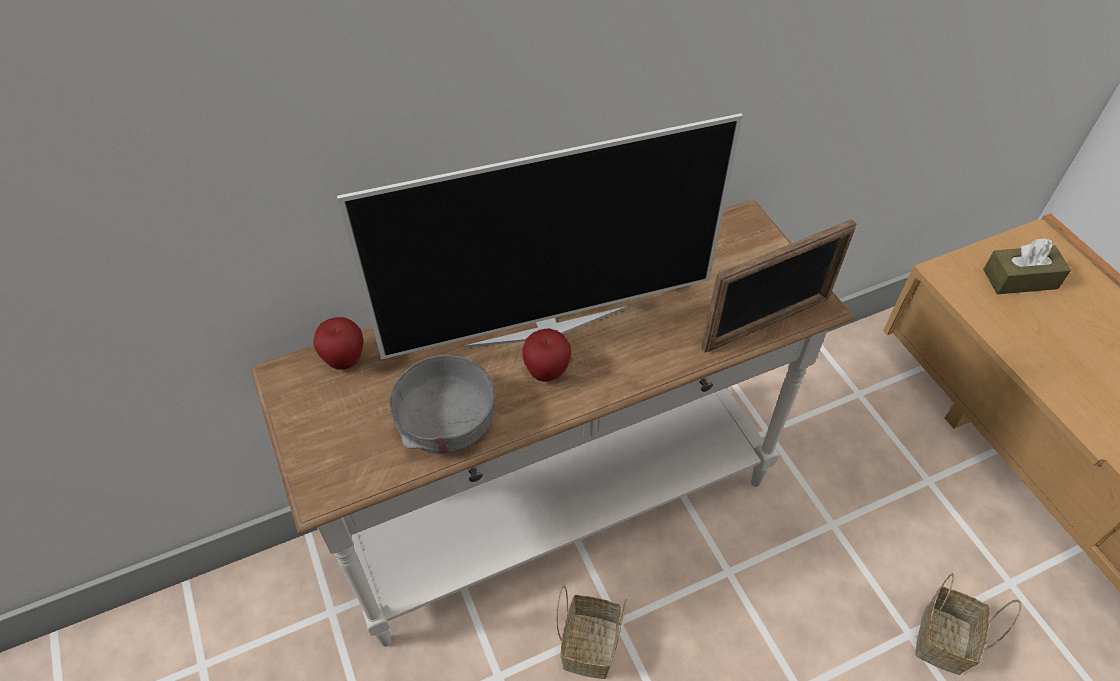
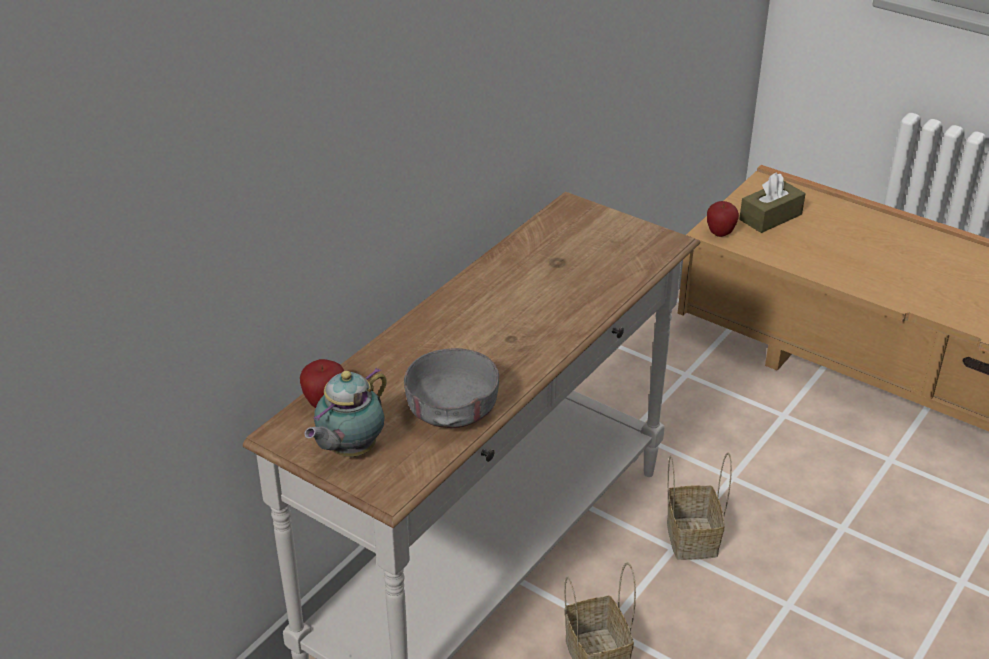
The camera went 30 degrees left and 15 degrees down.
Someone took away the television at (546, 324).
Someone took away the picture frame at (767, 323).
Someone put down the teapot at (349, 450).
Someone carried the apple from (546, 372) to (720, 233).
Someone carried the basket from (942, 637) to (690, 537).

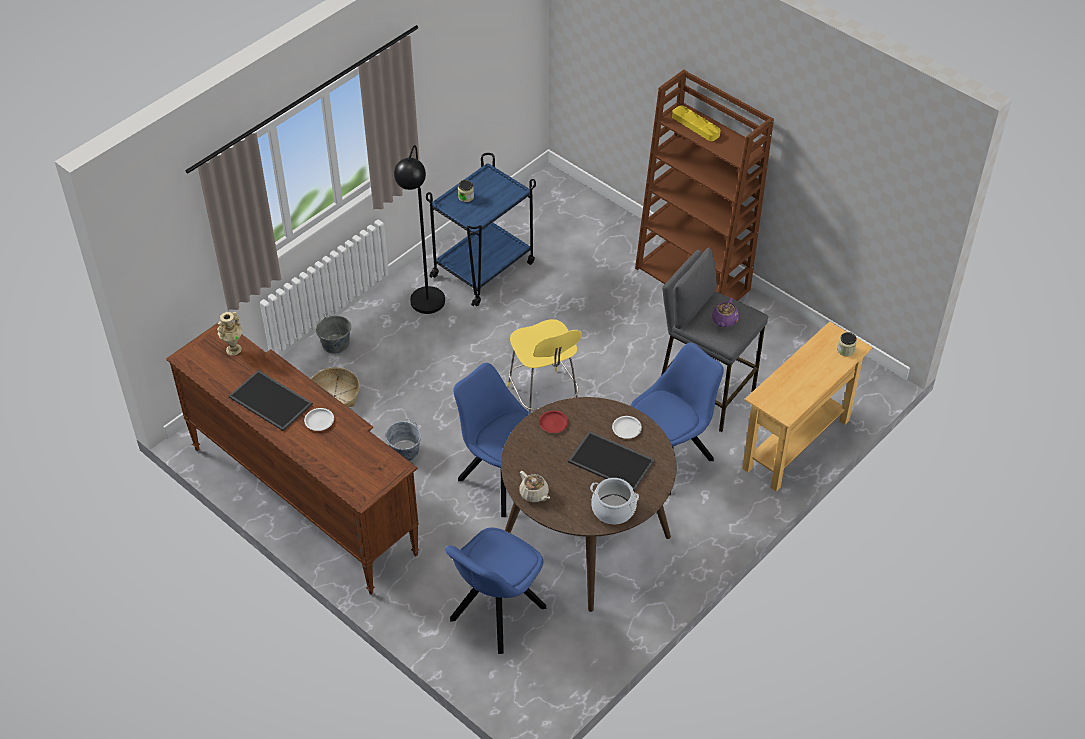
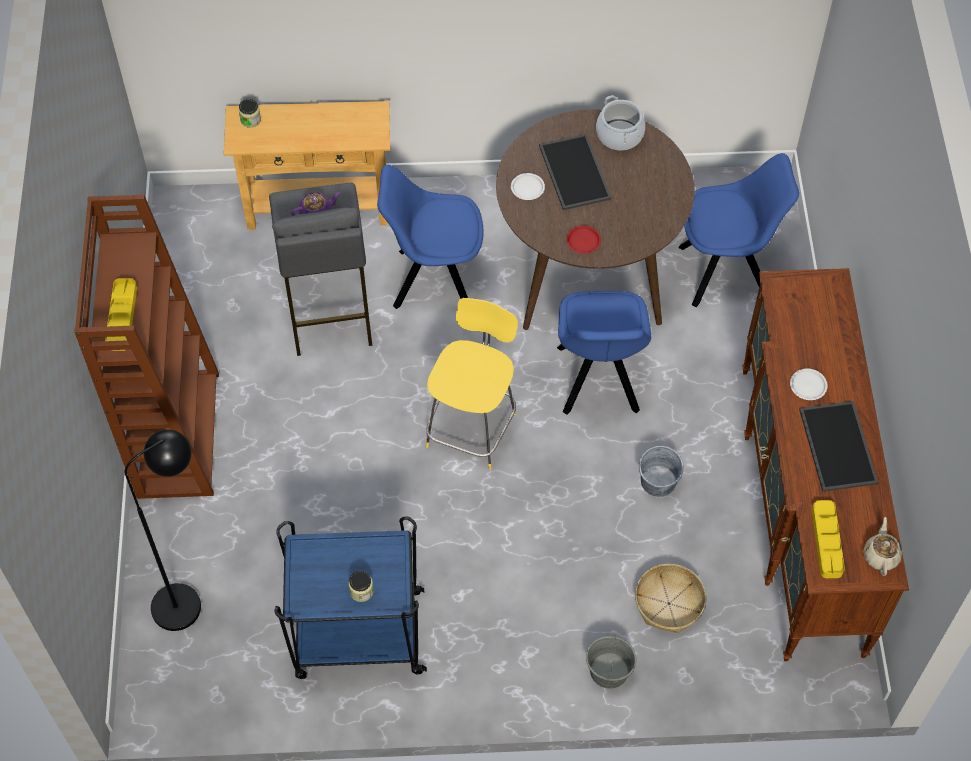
The camera went 135 degrees left and 10 degrees up.
Someone carried the black floor lamp from (425, 309) to (190, 599).
Someone carried the beige teapot from (534, 494) to (880, 555).
Someone swapped the beige vase at (233, 349) for the yellow tray at (827, 541).

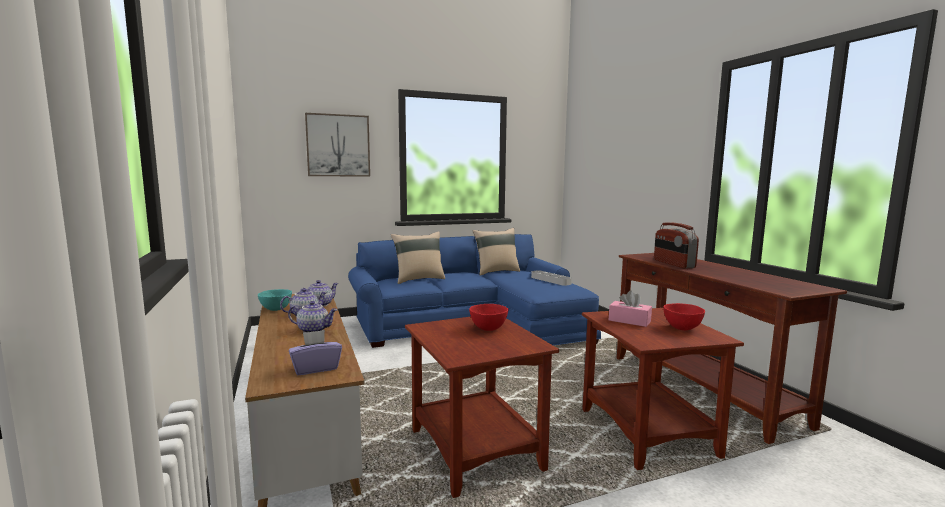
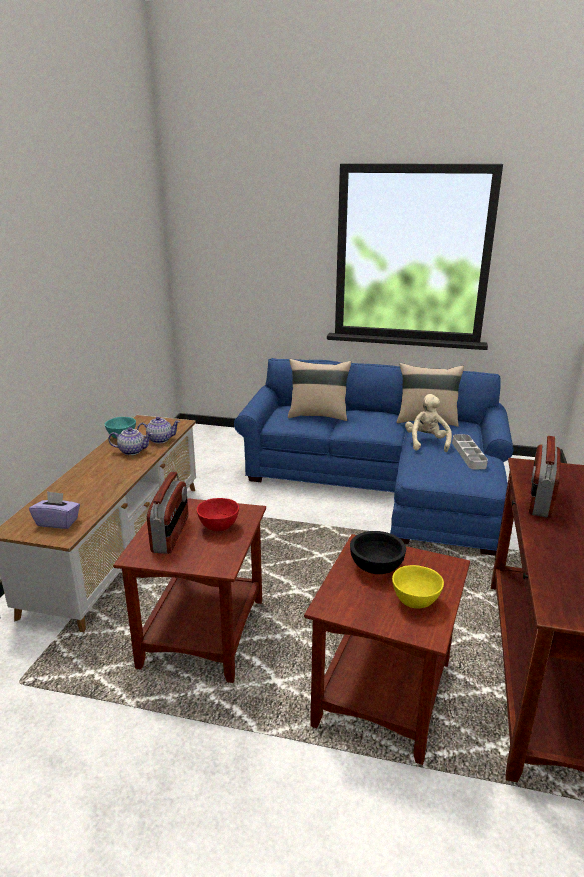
The camera went 35 degrees right and 15 degrees up.
Someone took away the teapot at (314, 330).
Someone took away the picture at (338, 145).
Someone put down the radio at (171, 534).
Someone put down the beige plush toy at (426, 442).
Someone swapped the pink tissue box at (629, 321) for the black bowl at (376, 567).
Someone repainted the red bowl at (682, 328), which became the yellow bowl at (416, 601).

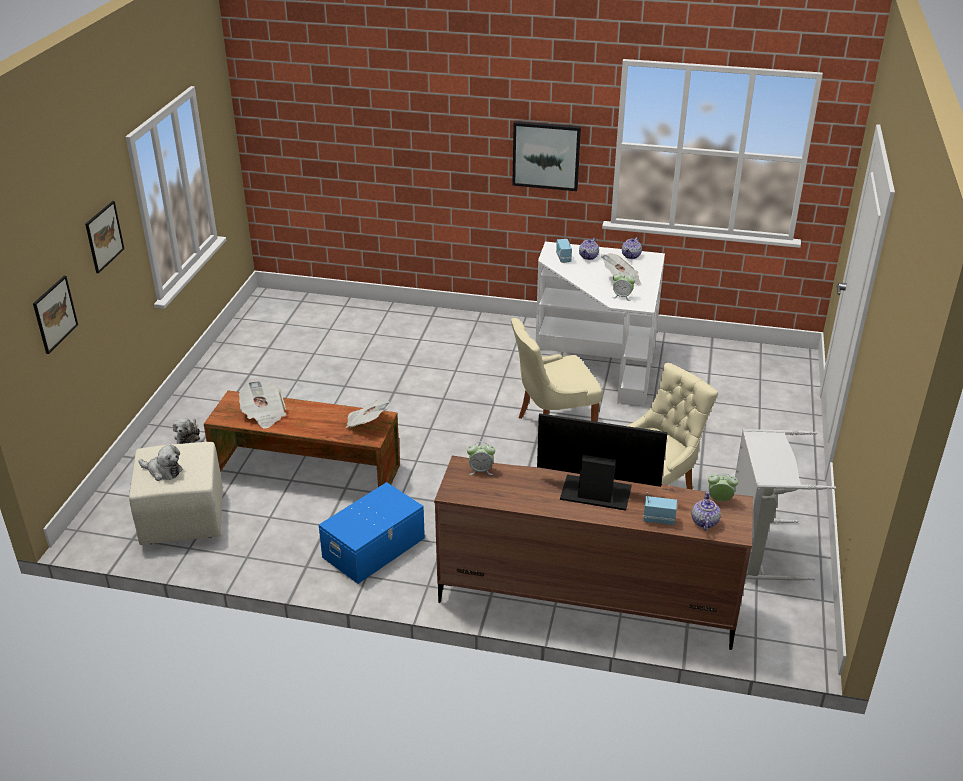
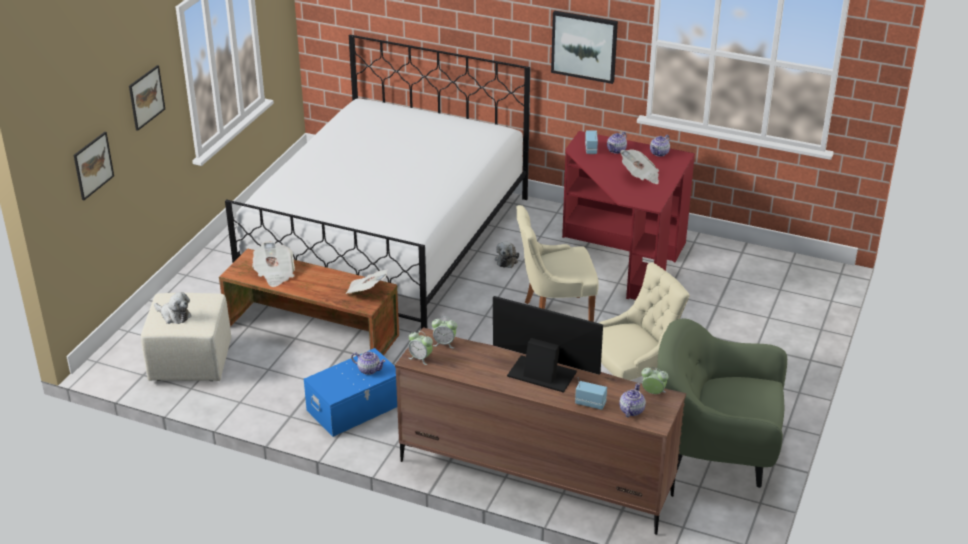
The camera went 10 degrees right and 0 degrees up.
Someone put down the white bed at (389, 240).
Someone put down the teapot at (369, 369).
Someone carried the plush toy from (188, 437) to (507, 260).
Someone carried the alarm clock from (622, 297) to (420, 358).
Someone swapped the grey laundry basket at (757, 549) for the green armchair at (714, 450).
Someone repainted the white desk at (600, 362), which became the red desk at (623, 256).

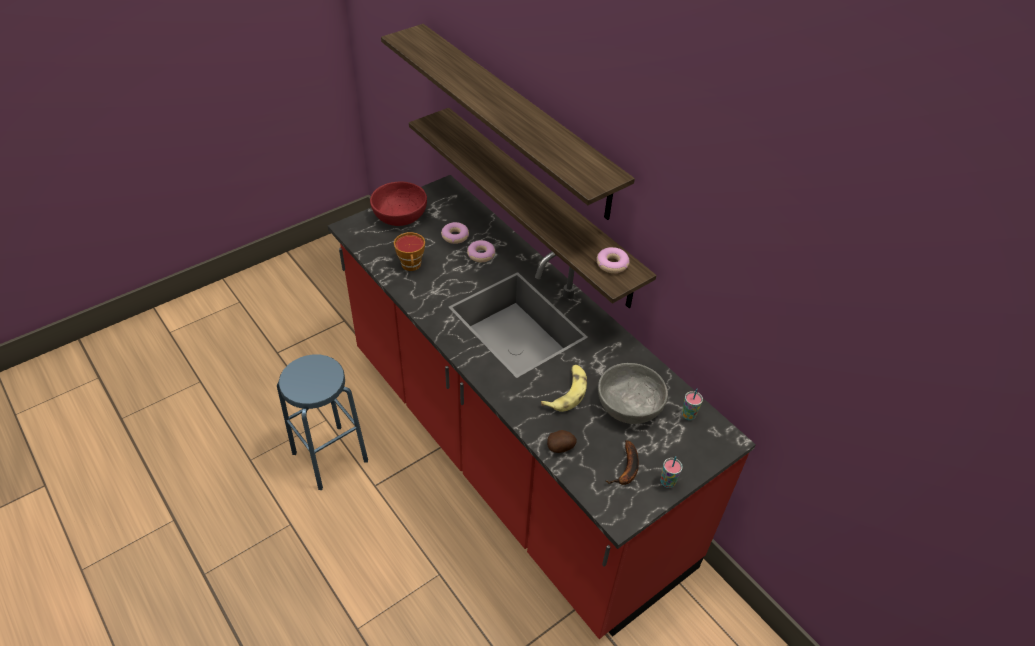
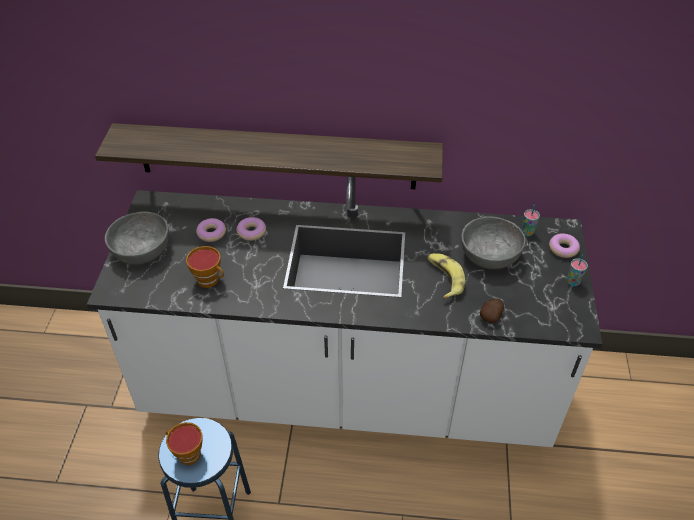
The camera went 45 degrees left and 0 degrees up.
Someone took away the shelf at (516, 119).
Someone took away the banana at (627, 469).
Someone put down the cup at (186, 453).
Someone carried the donut from (612, 264) to (563, 249).
Someone repainted the red counter at (510, 455), which became the white counter at (347, 390).
Someone repainted the red bowl at (399, 215), which became the grey bowl at (141, 250).

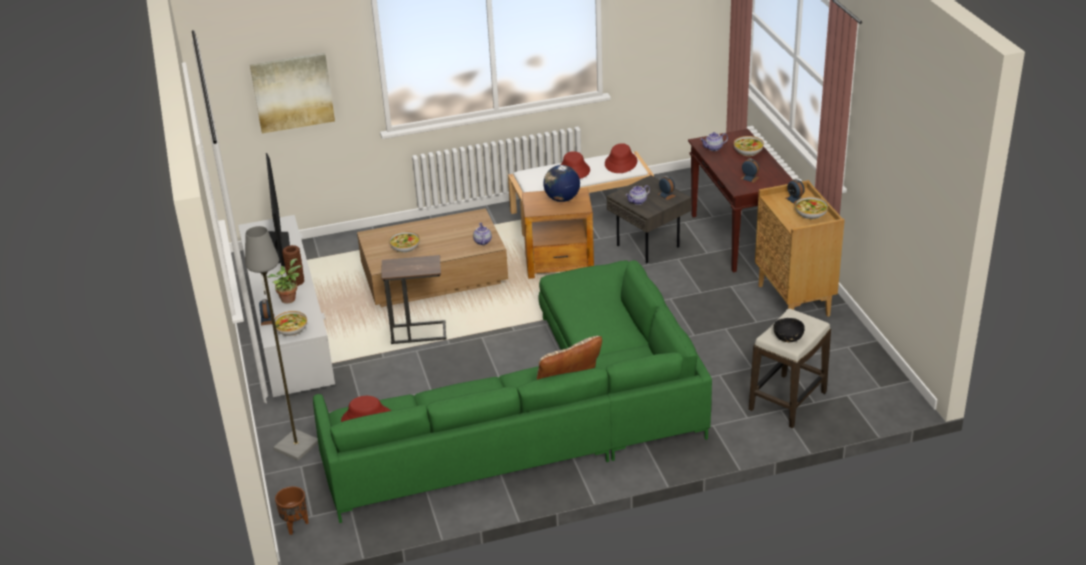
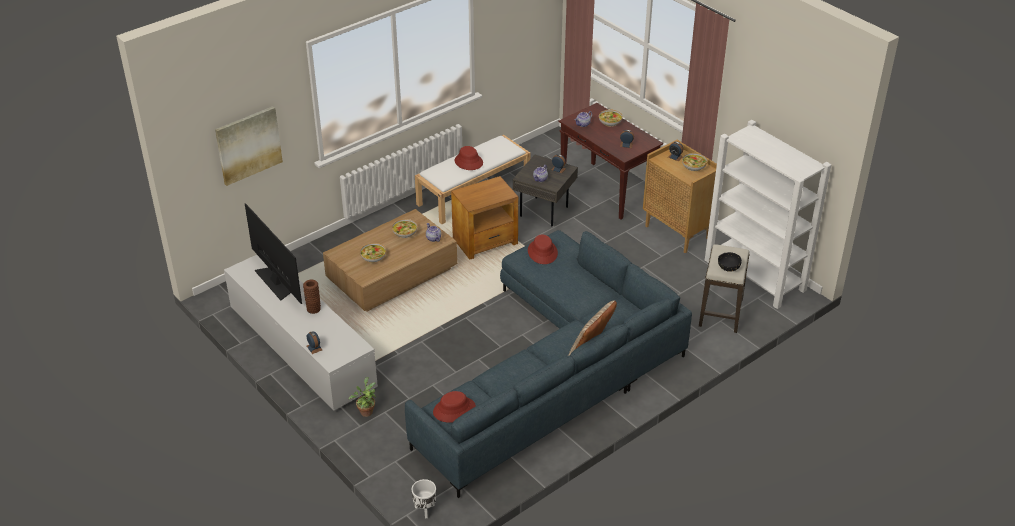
The camera went 25 degrees left and 5 degrees up.
Someone took away the grey floor lamp at (297, 446).
Someone took away the brown side table at (418, 333).
Someone took away the globe at (562, 199).
Someone put down the white bookcase at (755, 275).
Someone carried the potted plant from (288, 298) to (366, 411).
Someone carried the bowl from (291, 329) to (404, 232).
Someone carried the red hat from (621, 163) to (542, 252).
Someone repainted the brown planter at (295, 525), which became the white planter at (425, 510).
Someone repainted the green sofa at (543, 416), which became the blue sofa at (555, 369).

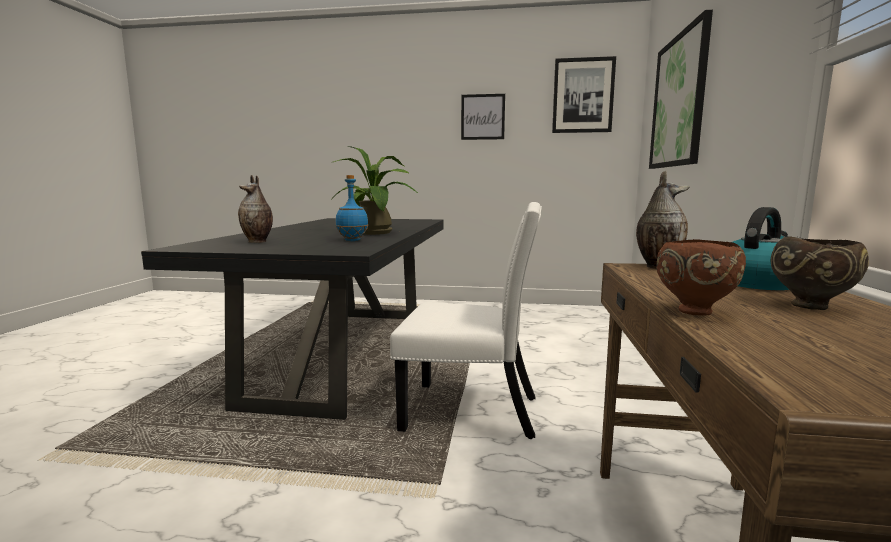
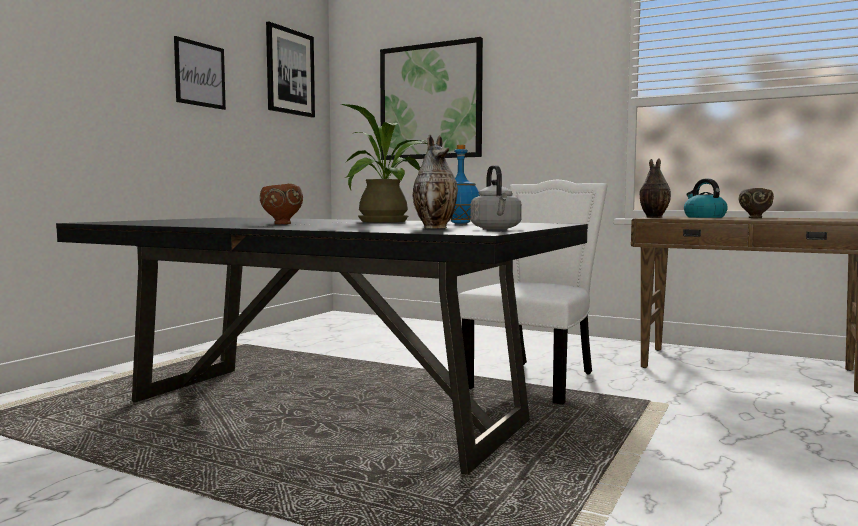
The camera went 70 degrees left and 5 degrees down.
Someone put down the grey kettle at (496, 228).
Someone carried the brown bowl from (694, 311) to (281, 224).

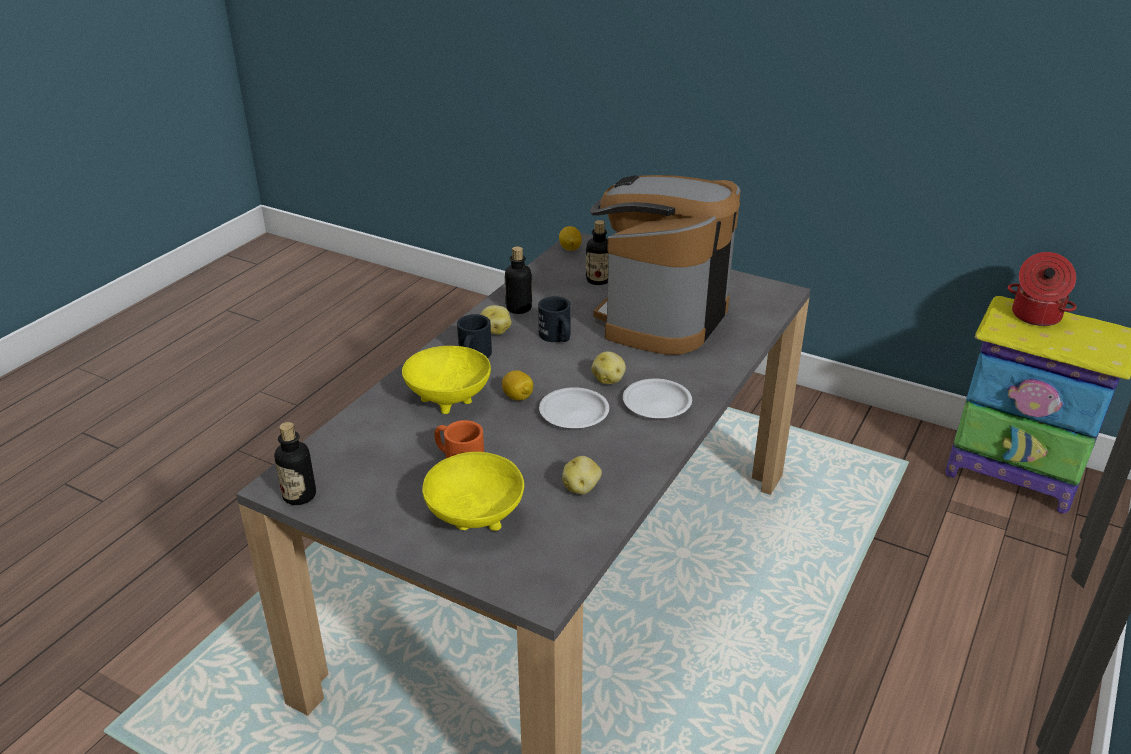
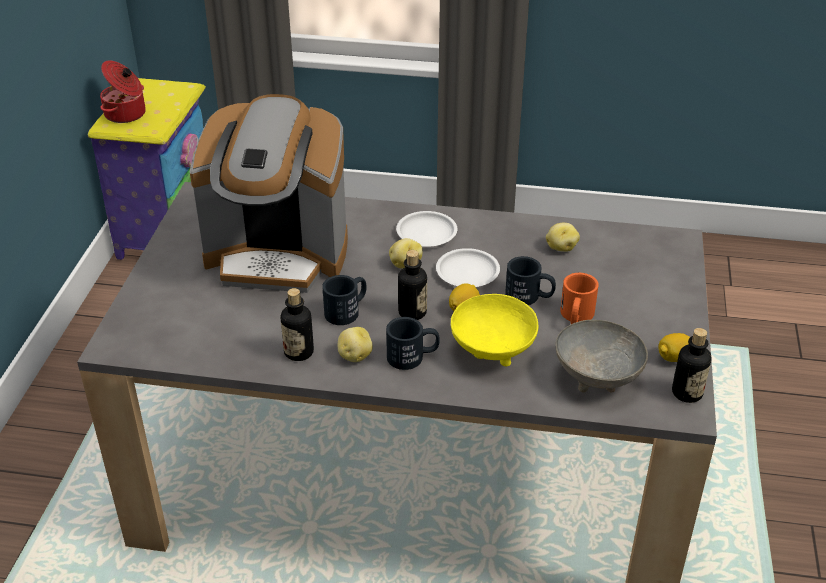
The camera went 110 degrees left and 5 degrees up.
Someone took away the yellow bowl at (474, 516).
Someone put down the black mug at (529, 296).
Someone put down the grey bowl at (598, 378).
Someone carried the lemon from (570, 248) to (673, 358).
Someone carried the bottle from (598, 280) to (412, 312).

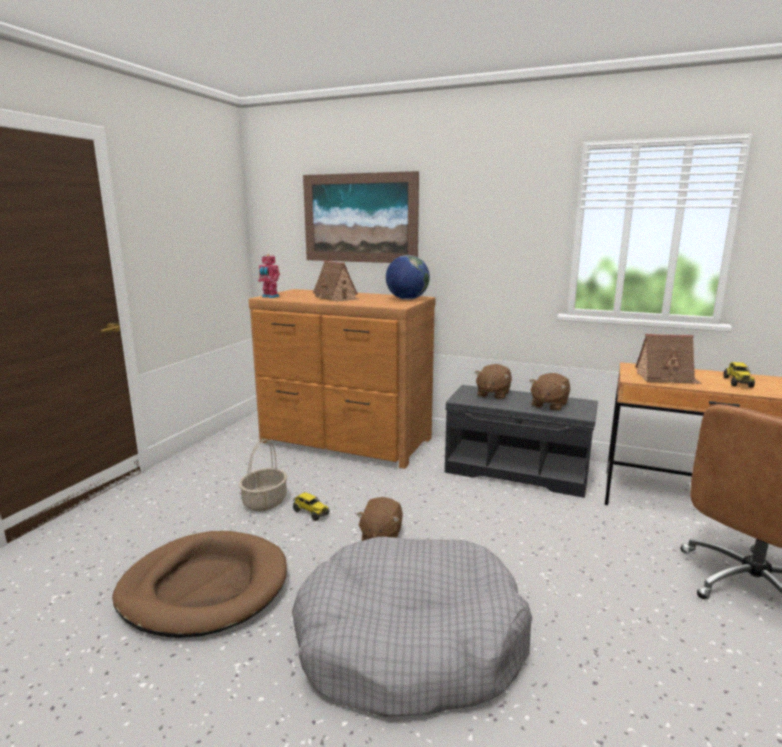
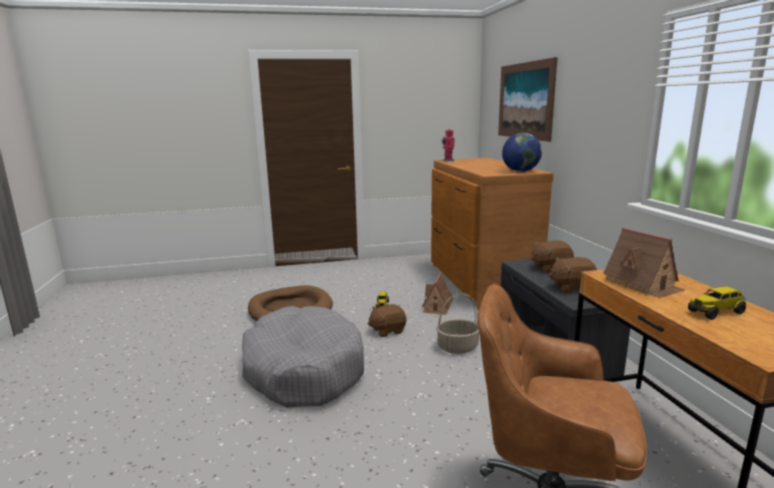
The camera went 55 degrees right and 0 degrees up.
Someone carried the basket from (265, 501) to (458, 347).
Someone carried the toy house from (336, 298) to (437, 306).

